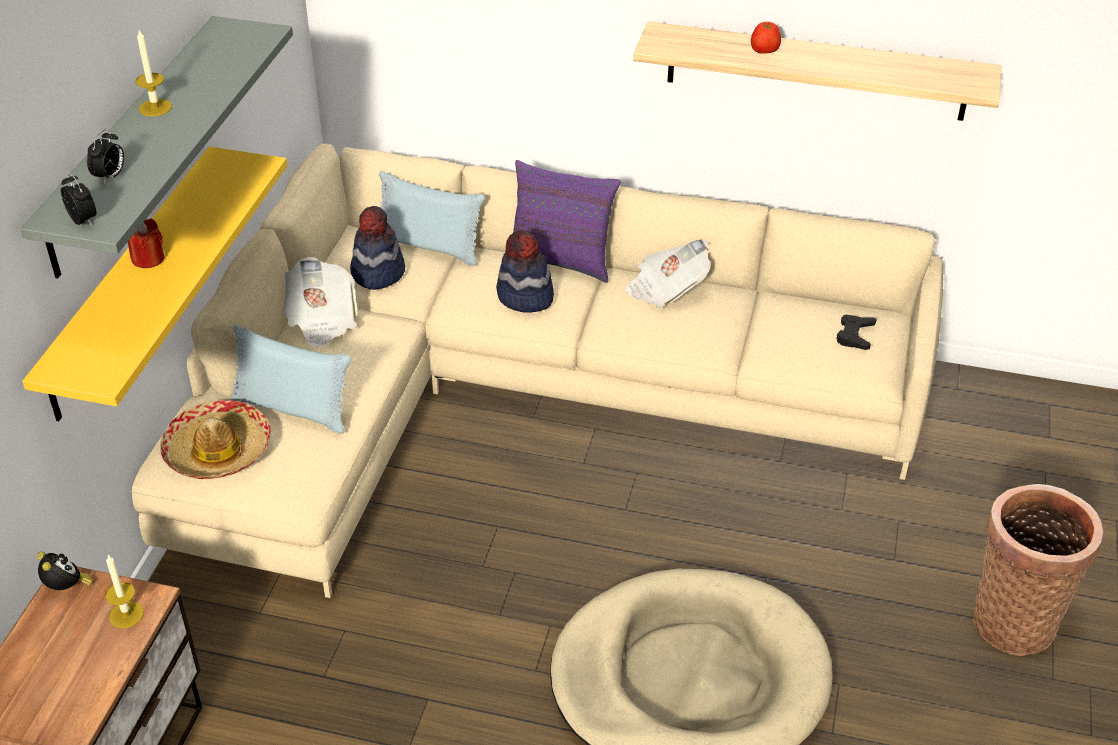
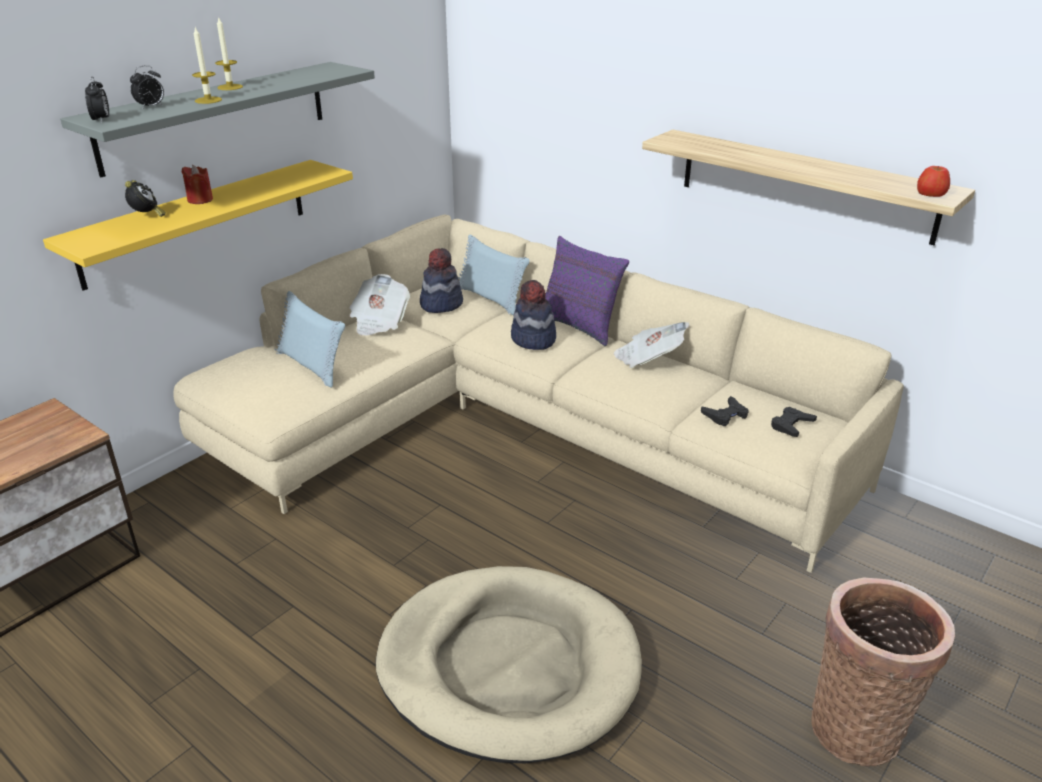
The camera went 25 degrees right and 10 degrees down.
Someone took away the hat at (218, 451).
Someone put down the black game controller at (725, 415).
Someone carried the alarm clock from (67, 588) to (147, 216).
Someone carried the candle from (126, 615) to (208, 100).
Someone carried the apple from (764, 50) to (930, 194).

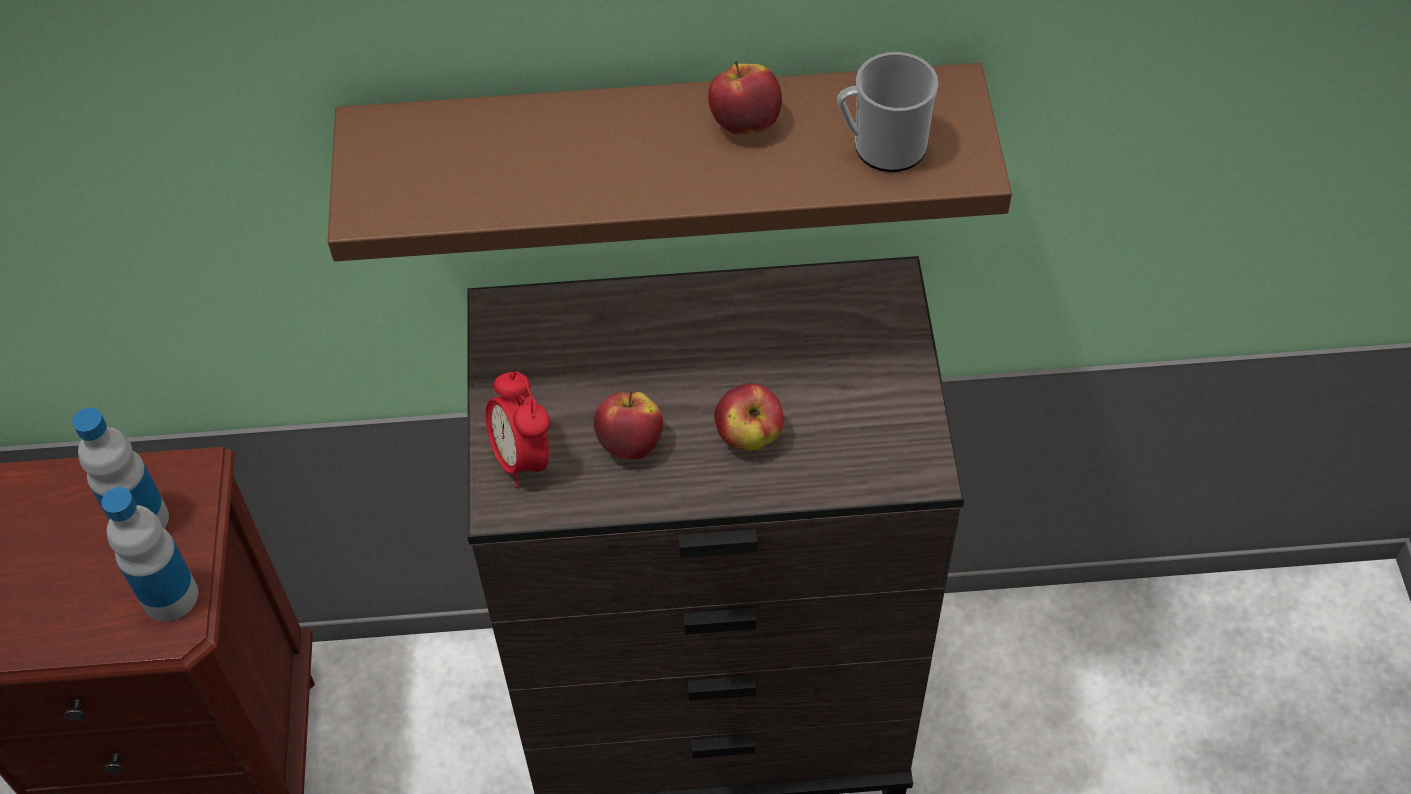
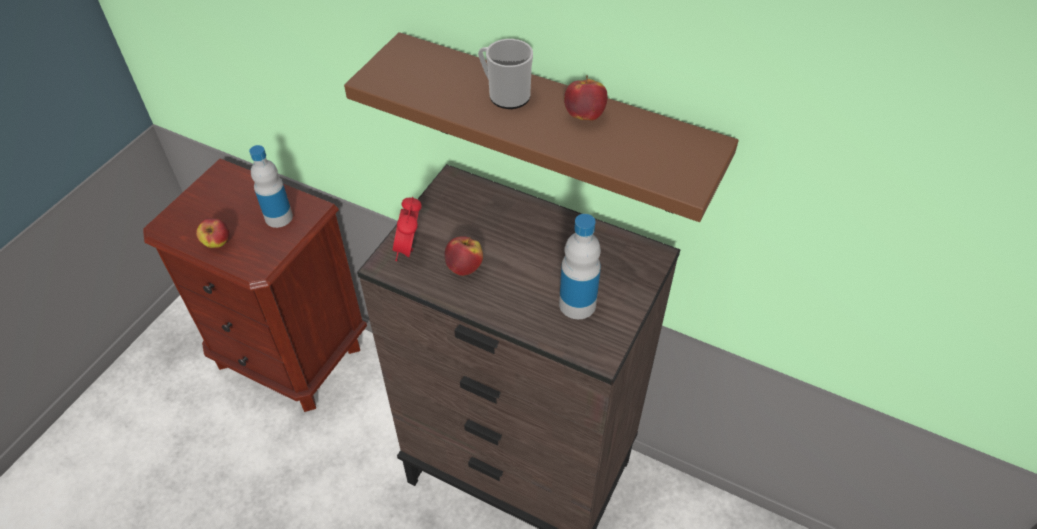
The camera went 30 degrees right and 5 degrees down.
Someone carried the bottle from (170, 596) to (577, 304).
Someone carried the apple from (748, 436) to (217, 243).
Someone carried the mug from (881, 147) to (505, 95).

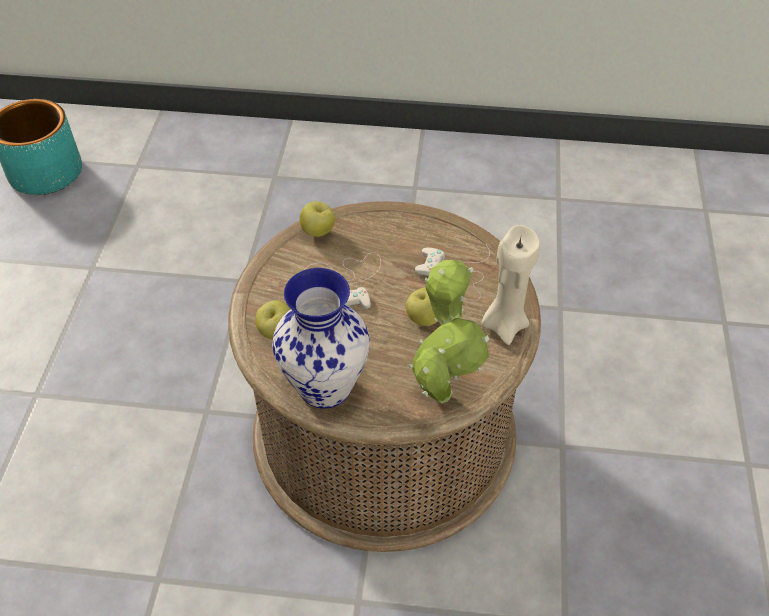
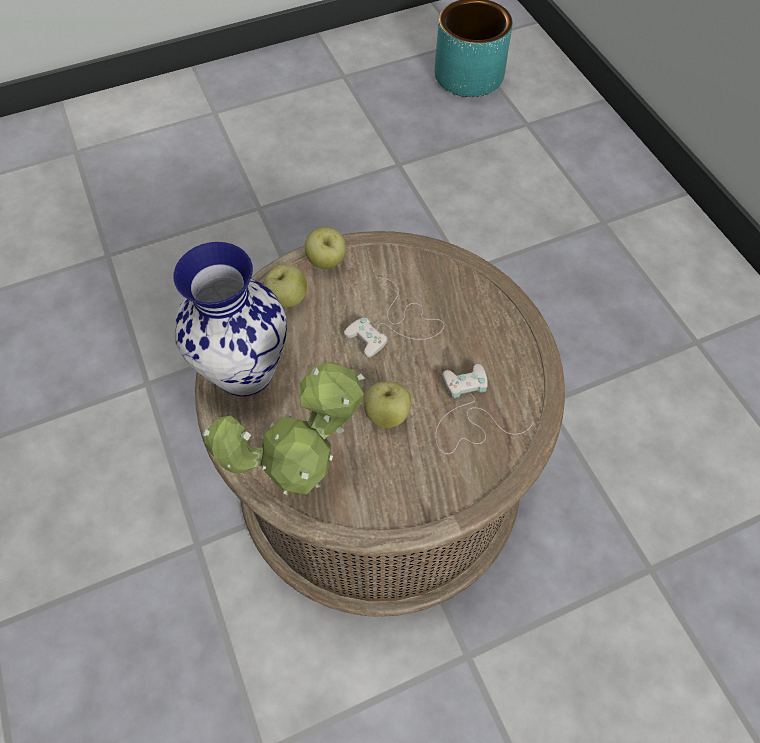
The camera went 60 degrees right and 10 degrees up.
Someone took away the beige candle at (504, 324).
Someone carried the apple from (318, 231) to (326, 261).

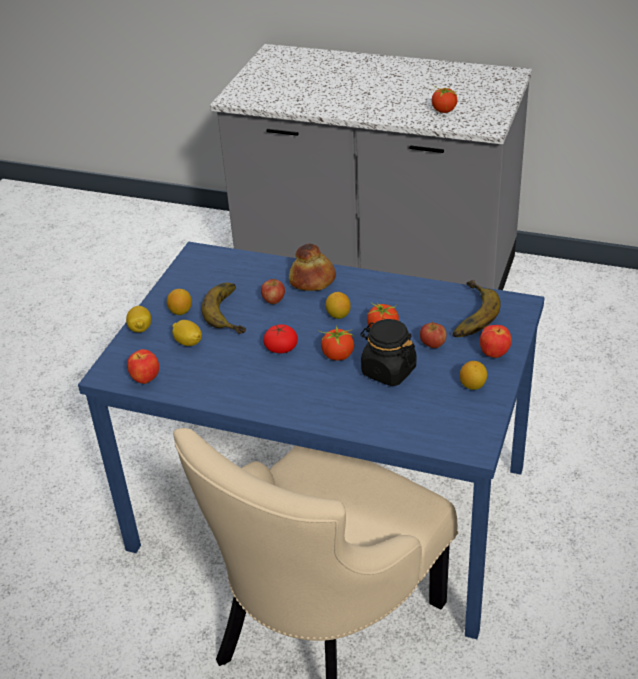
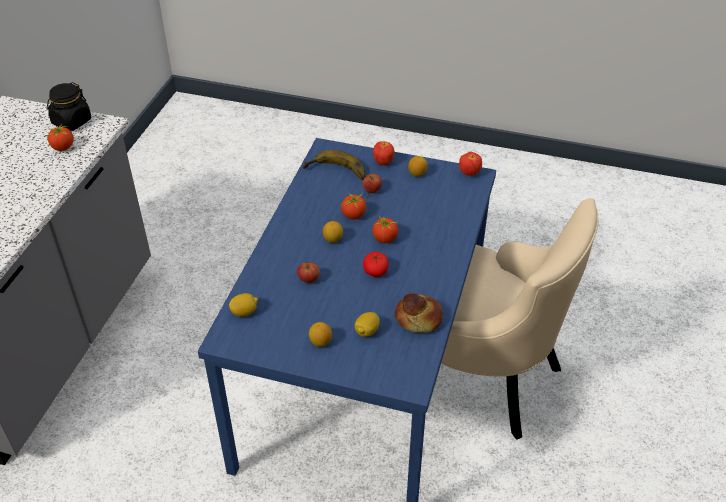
The camera went 95 degrees left and 5 degrees up.
Someone took away the banana at (233, 311).
Someone carried the lemon from (140, 328) to (244, 312).
Someone carried the apple from (146, 380) to (469, 173).
Someone carried the bread from (312, 280) to (418, 319).
Someone carried the black jar from (388, 371) to (71, 122).

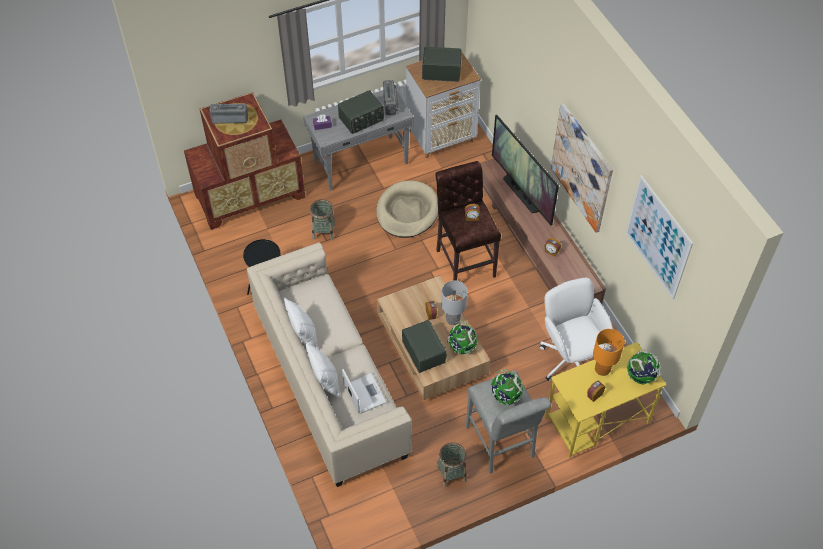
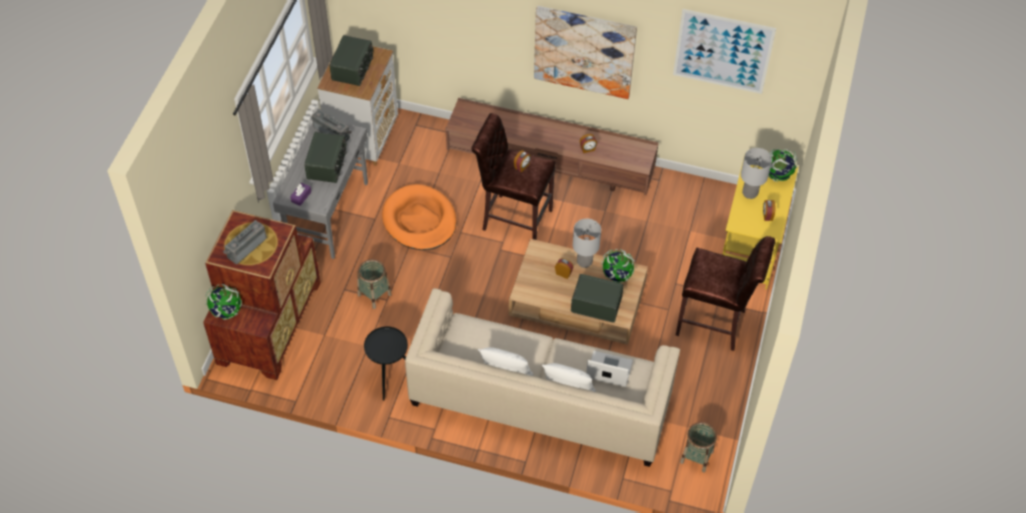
The camera went 50 degrees left and 0 degrees up.
Someone took away the television at (522, 193).
Someone took away the white office chair at (570, 360).
Someone carried the basket from (451, 473) to (696, 457).
Someone carried the globe from (505, 396) to (226, 312).
Someone repainted the beige dog bed at (407, 211), which became the orange dog bed at (419, 220).
Someone repainted the grey stool at (501, 445), which became the brown stool at (715, 324).
Someone repainted the orange table lamp at (602, 370), which became the grey table lamp at (749, 194).
Someone rotated the radio at (441, 71) by 150 degrees clockwise.

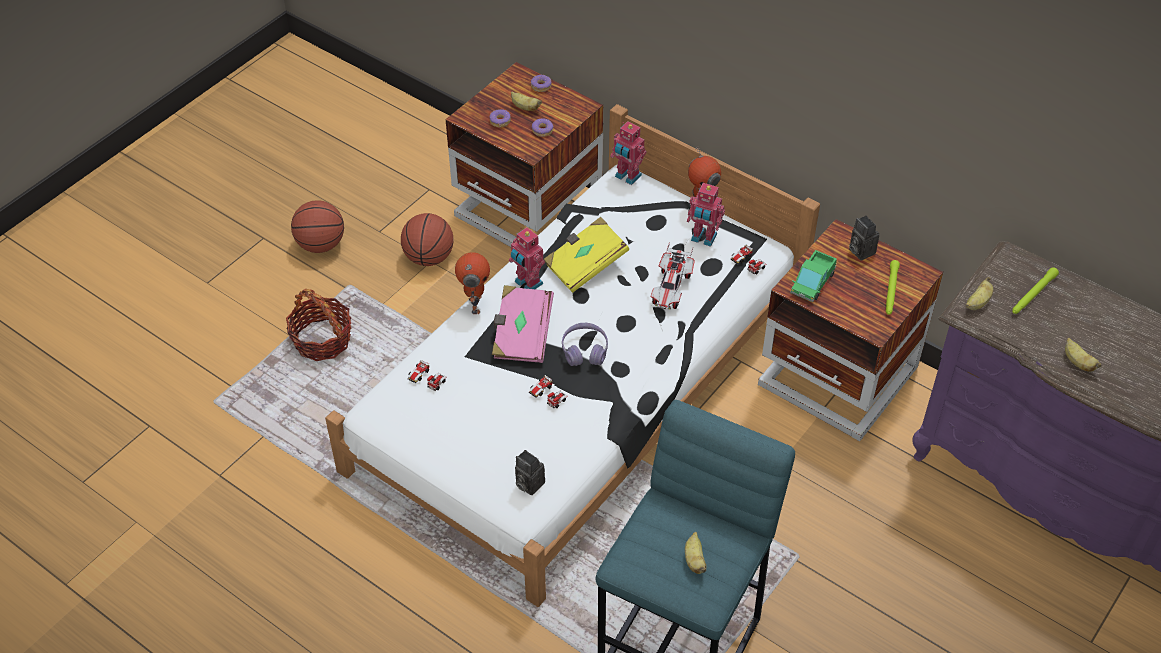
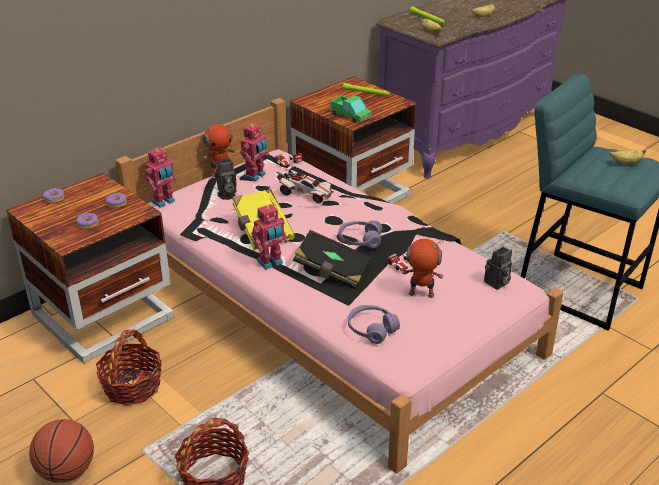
The camera went 80 degrees left and 15 degrees down.
Someone took away the banana at (524, 107).
Someone carried the toy robot from (474, 304) to (421, 295).
Someone carried the photo camera from (859, 251) to (226, 191).
Someone swapped the basketball at (429, 257) for the basket at (132, 386).
Someone swapped the toy car at (427, 379) for the purple headphones at (371, 329).
Someone repainted the white bed at (580, 385), which became the pink bed at (327, 308).
Someone repainted the pink book at (521, 335), which became the black book at (331, 271).

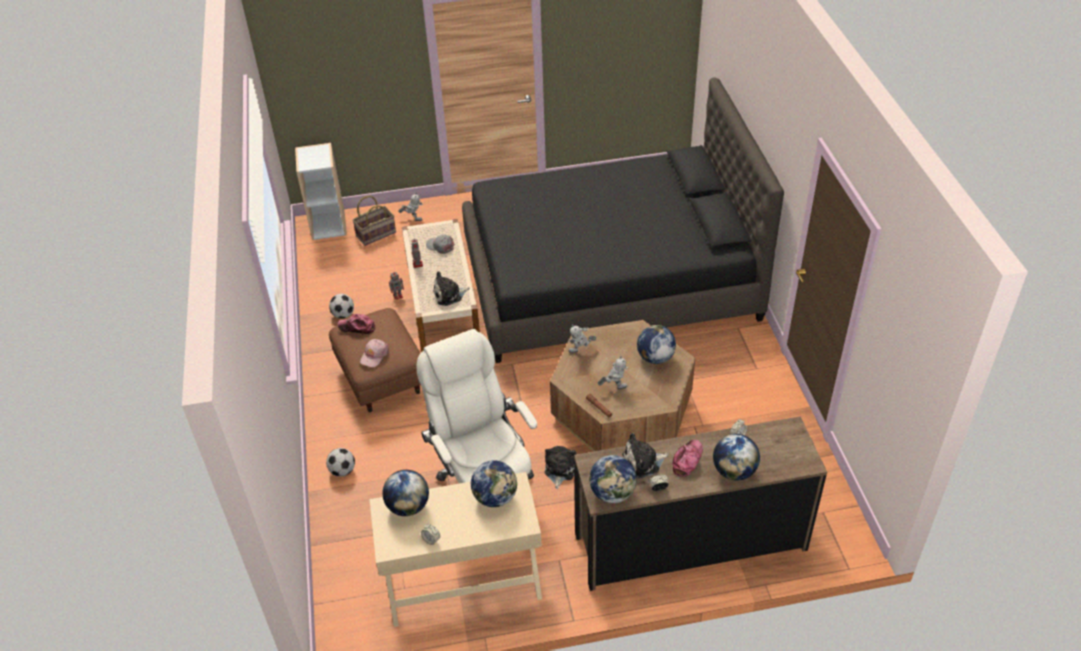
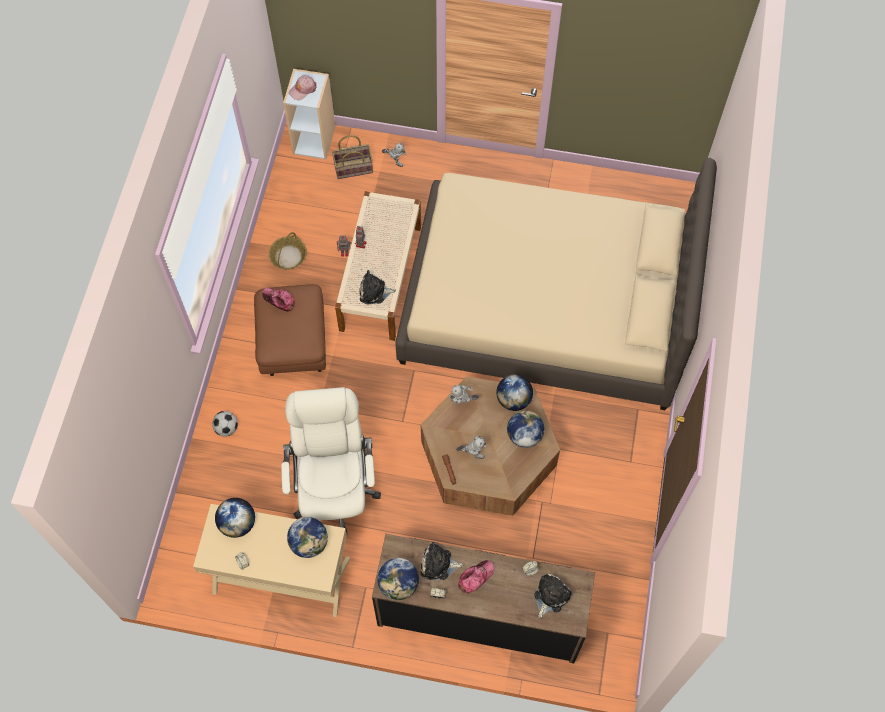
The camera went 20 degrees right and 20 degrees up.
Someone took away the grey cap at (440, 246).
Someone carried the pink cap from (374, 355) to (302, 89).
Someone carried the plush toy from (560, 470) to (550, 596).
Someone carried the globe from (734, 471) to (513, 400).
Someone swapped the football at (343, 315) for the basket at (288, 256).
Someone repainted the black bed at (609, 279), which became the beige bed at (546, 306).

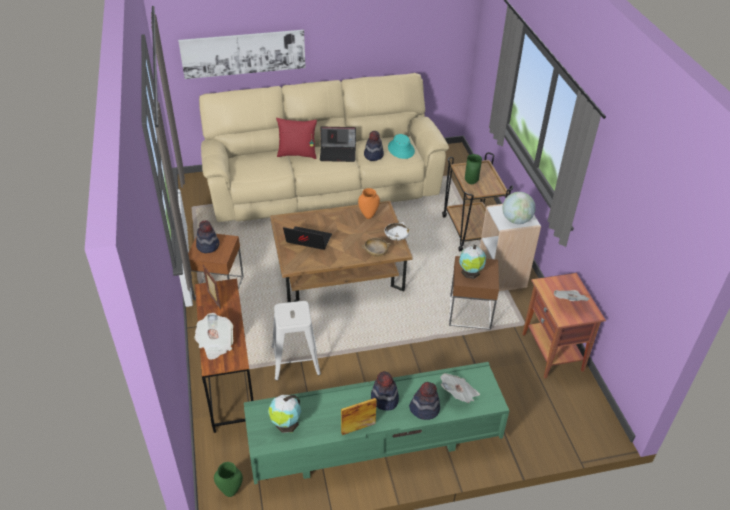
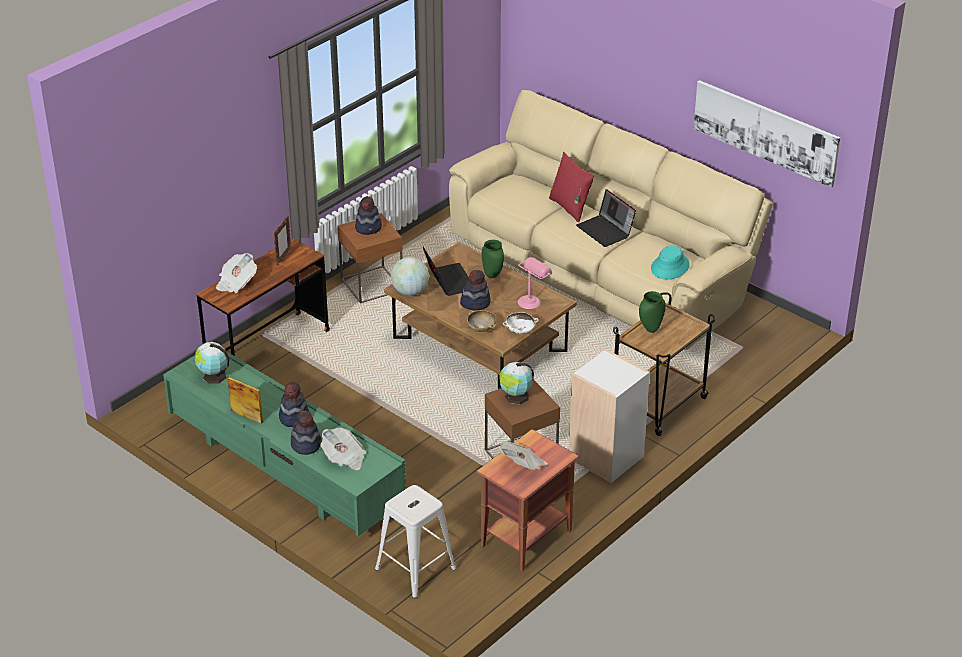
The camera went 55 degrees right and 5 degrees down.
Someone carried the picture from (243, 53) to (765, 132).
Someone carried the green vase from (230, 492) to (492, 276).
Someone carried the white stool from (295, 360) to (415, 569).
Someone carried the hat from (373, 155) to (475, 302).
Someone carried the globe from (516, 220) to (410, 292).
Someone swapped the orange vase at (368, 216) for the pink table lamp at (532, 299).

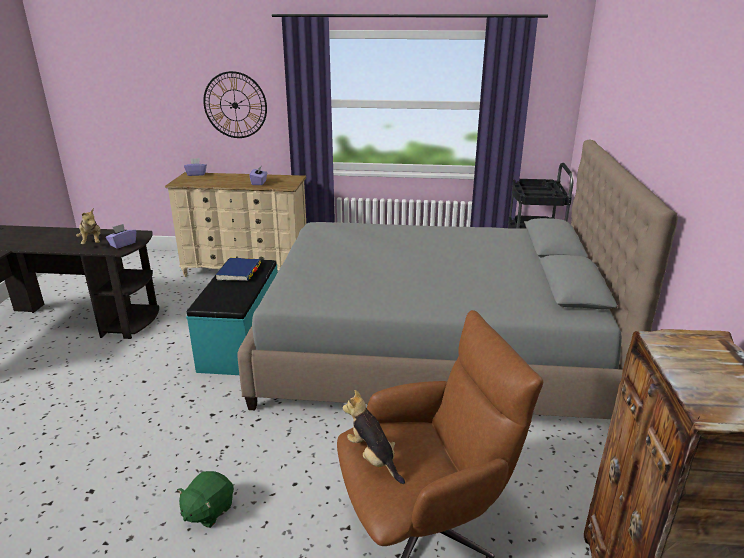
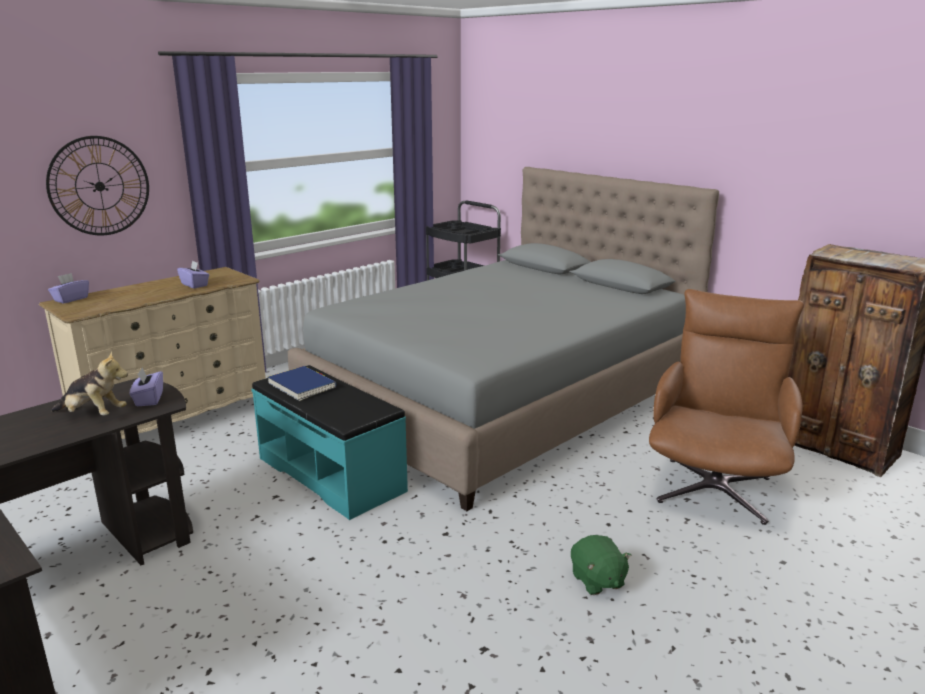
The camera went 50 degrees left and 5 degrees down.
Someone took away the plush toy at (373, 458).

